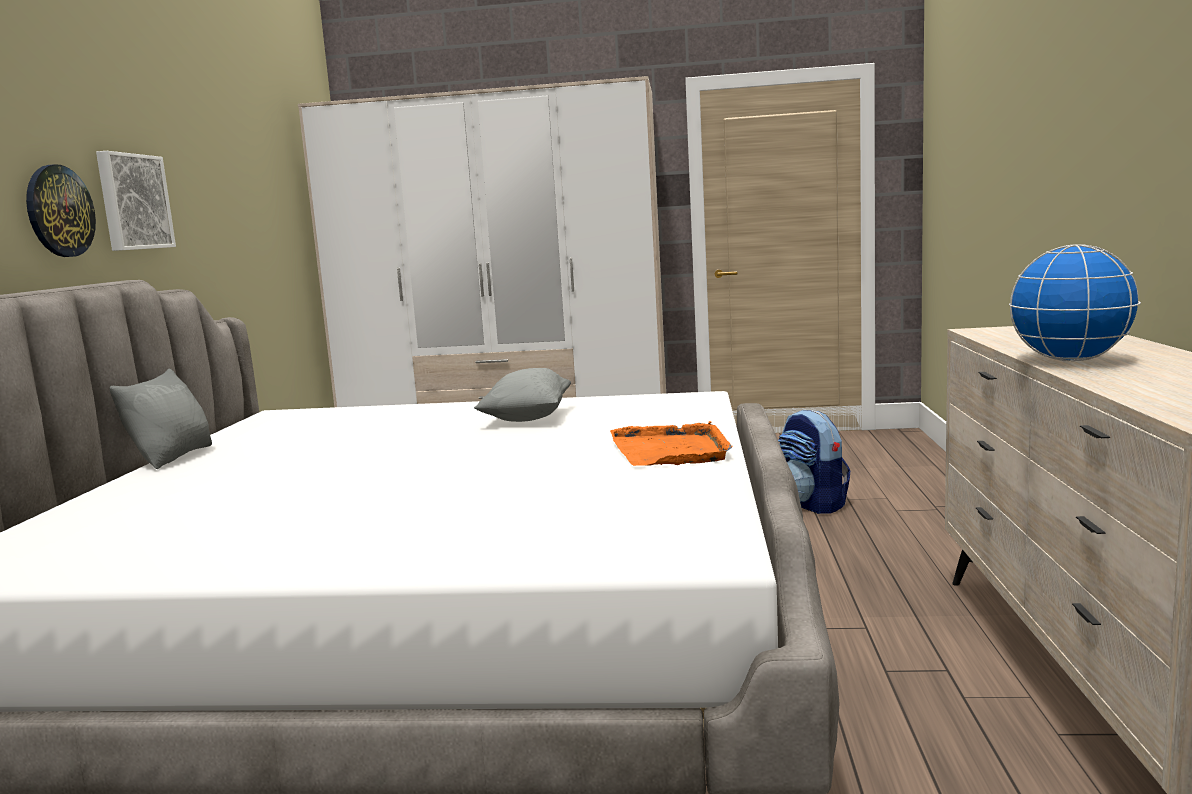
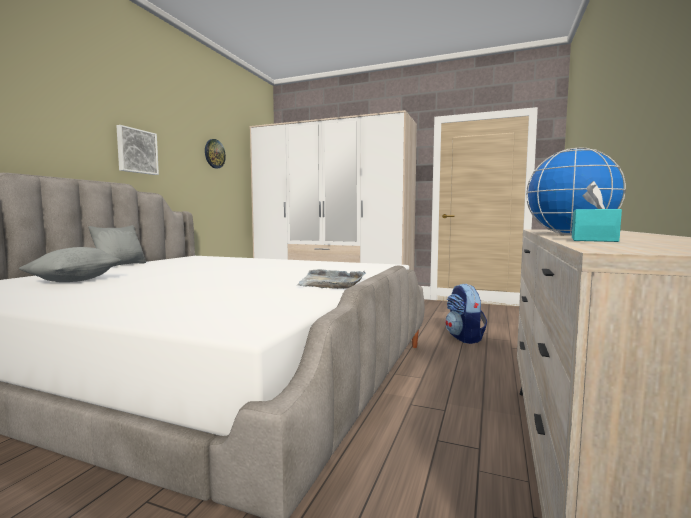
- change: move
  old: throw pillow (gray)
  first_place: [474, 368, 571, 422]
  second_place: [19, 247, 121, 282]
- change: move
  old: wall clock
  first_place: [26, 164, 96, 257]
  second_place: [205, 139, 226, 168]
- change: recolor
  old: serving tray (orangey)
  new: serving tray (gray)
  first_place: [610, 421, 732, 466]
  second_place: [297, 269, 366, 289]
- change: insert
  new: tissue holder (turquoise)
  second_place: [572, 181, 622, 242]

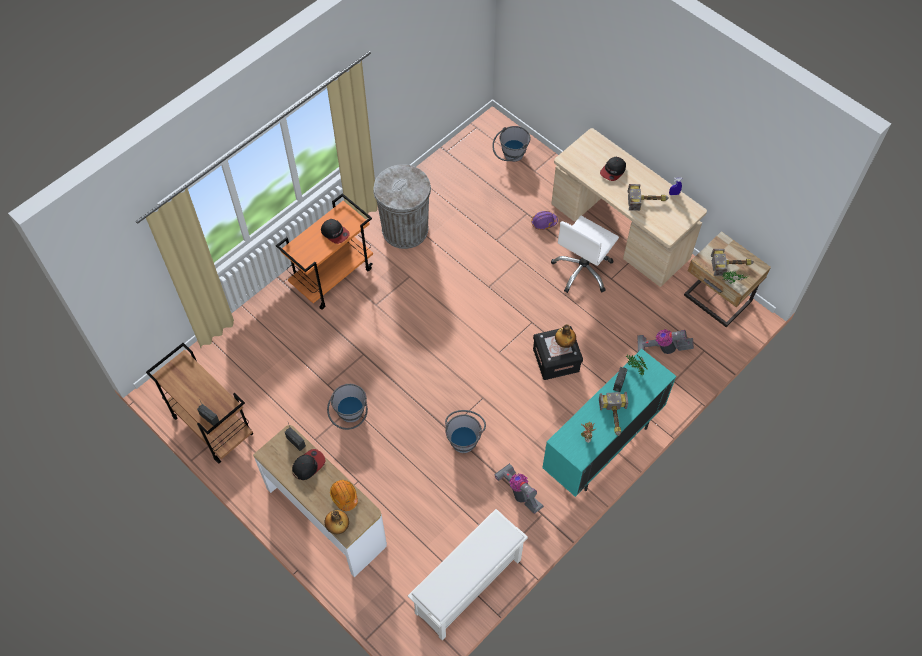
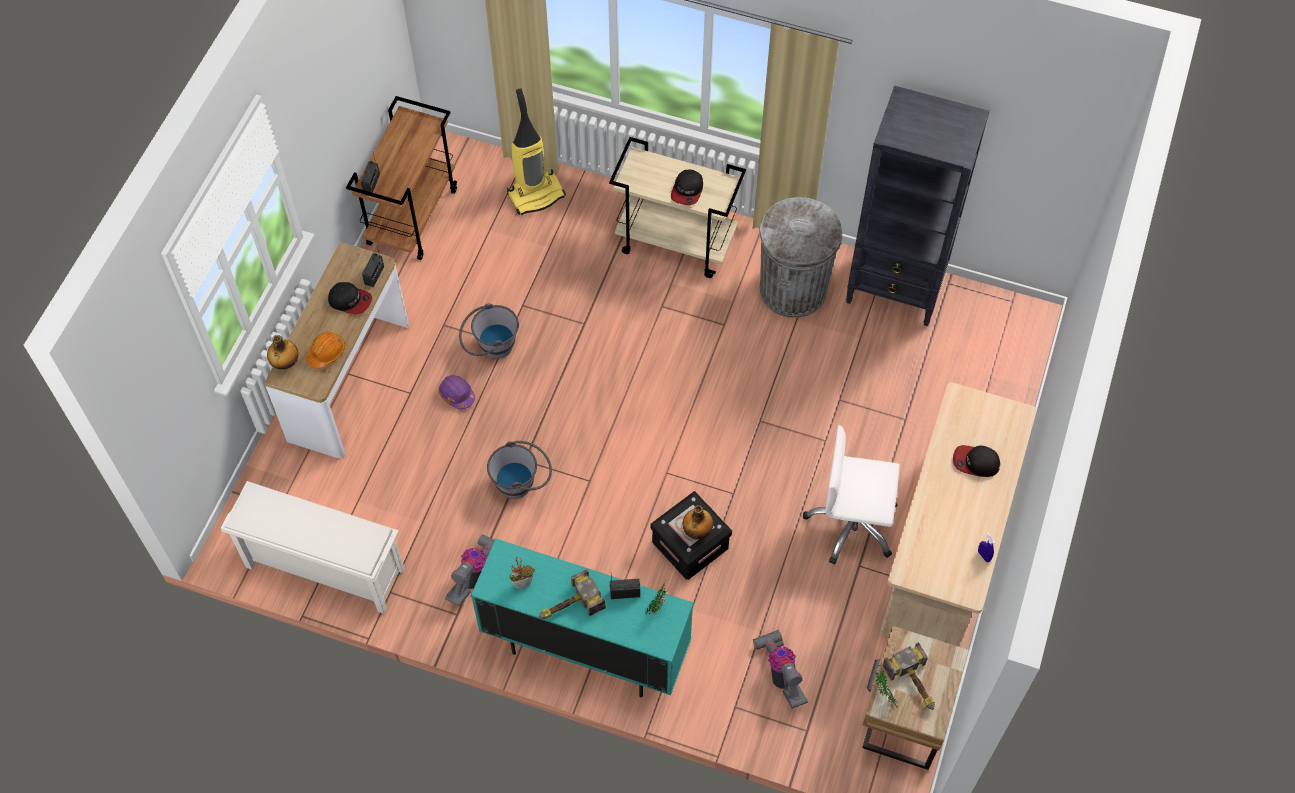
- change: move
  old: work helmet (purple-coloured)
  first_place: [531, 211, 558, 230]
  second_place: [439, 375, 475, 409]
- change: insert
  new: vacuum cleaner
  second_place: [507, 88, 566, 215]
- change: recolor
  old: trolley (orangey)
  new: trolley (beige-coloured)
  first_place: [276, 193, 373, 310]
  second_place: [609, 137, 746, 278]
- change: insert
  new: bookcase (black)
  second_place: [846, 86, 990, 326]
- change: delete
  old: bucket (gray)
  first_place: [492, 126, 531, 162]
- change: delete
  old: tool hammer
  first_place: [628, 184, 669, 211]

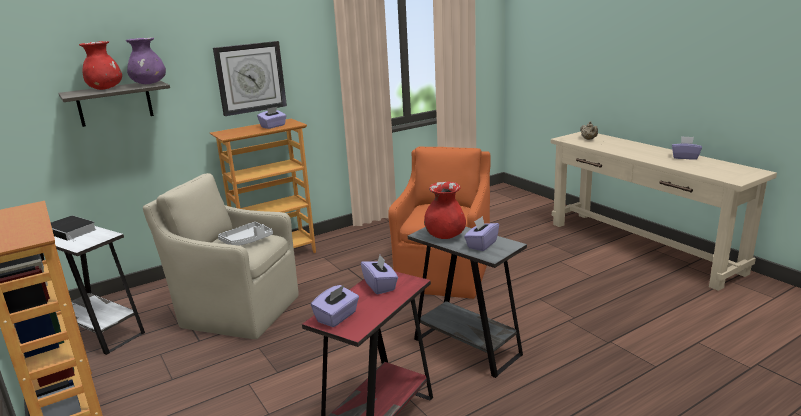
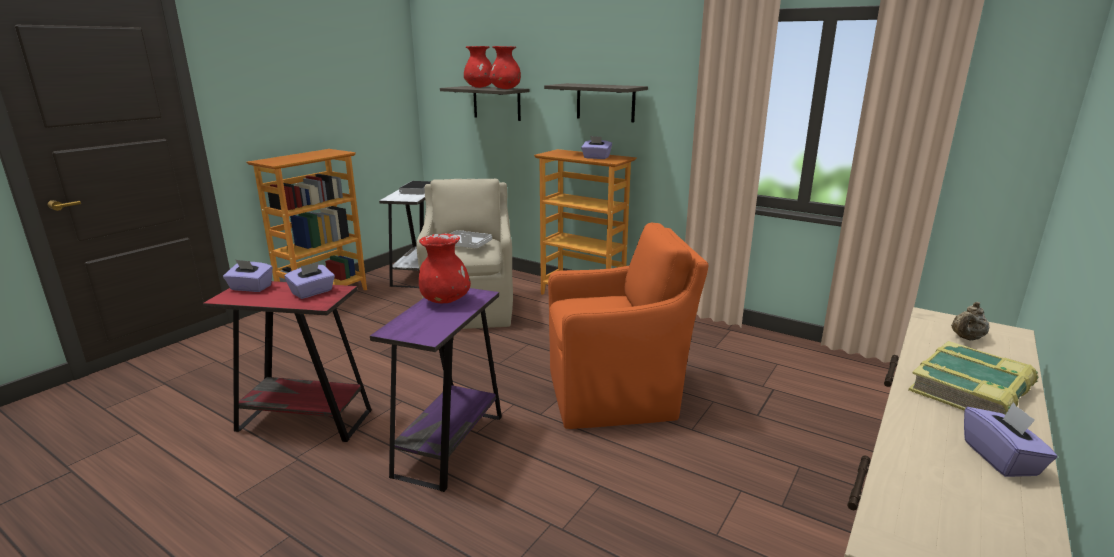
- change: recolor
  old: end table (gray)
  new: end table (purple-coloured)
  first_place: [408, 227, 527, 378]
  second_place: [370, 288, 502, 492]
- change: recolor
  old: flower vase (purple-coloured)
  new: flower vase (red-coloured)
  first_place: [126, 37, 166, 84]
  second_place: [489, 46, 521, 89]
- change: replace
  old: wall clock
  new: bracket shelf
  first_place: [213, 41, 287, 116]
  second_place: [544, 83, 648, 122]
- change: insert
  new: volume
  second_place: [908, 341, 1039, 415]
- change: delete
  old: tissue holder (purple-coloured)
  first_place: [464, 216, 499, 251]

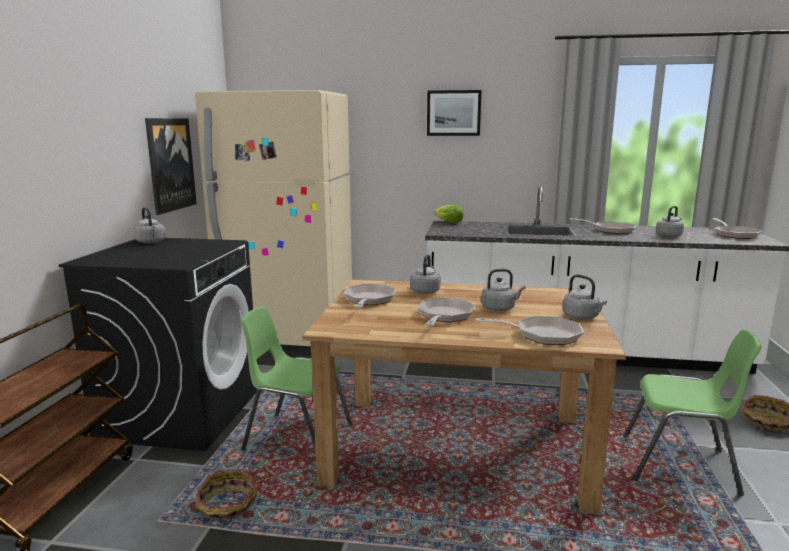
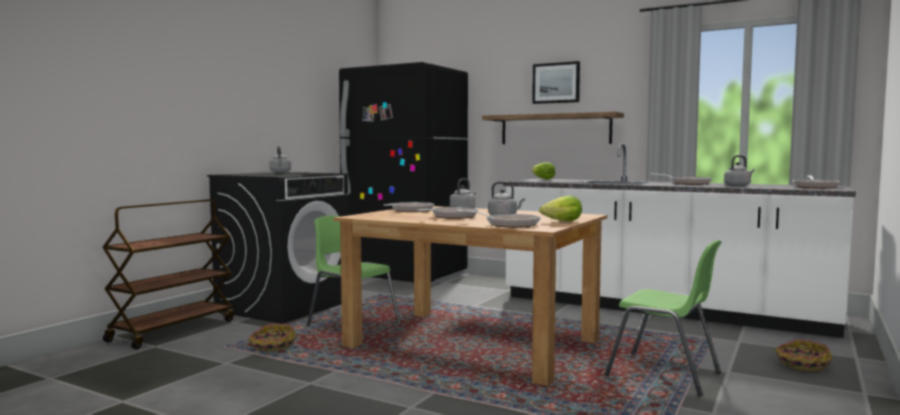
- change: recolor
  old: kitchen fridge (beige-coloured)
  new: kitchen fridge (black)
  first_place: [195, 90, 352, 346]
  second_place: [339, 62, 468, 285]
- change: insert
  new: bracket shelf
  second_place: [482, 112, 624, 144]
- change: replace
  old: water kettle (gray)
  new: head of lettuce
  first_place: [562, 275, 607, 320]
  second_place: [539, 195, 582, 221]
- change: delete
  old: wall picture
  first_place: [145, 118, 197, 215]

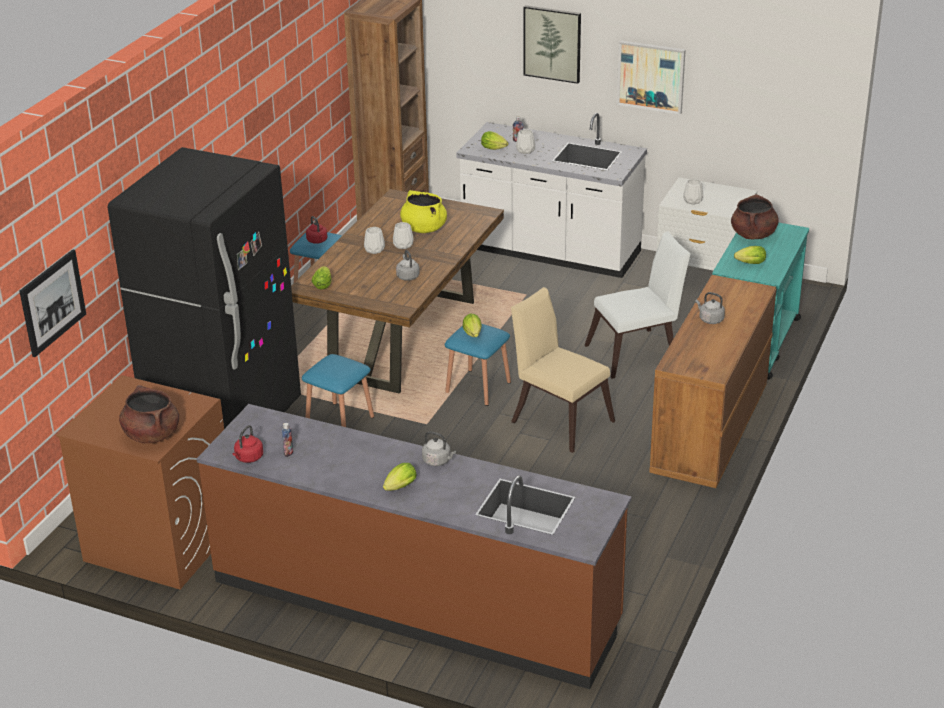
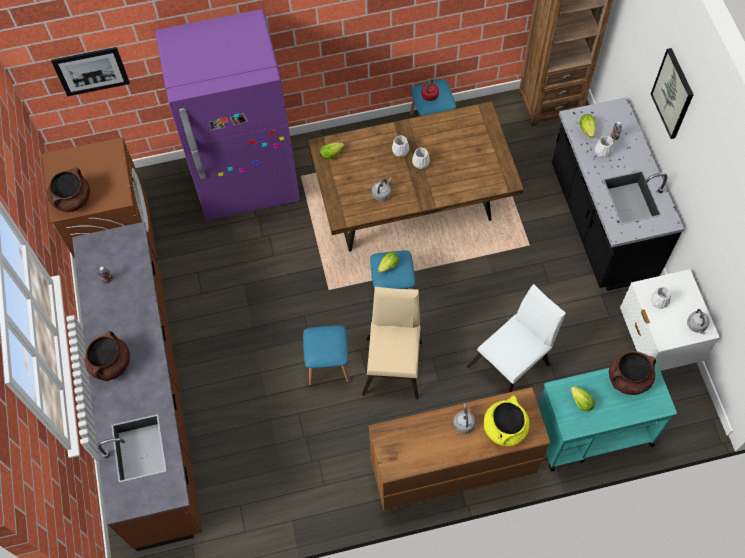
- change: replace
  old: head of lettuce
  new: saucepot (brown)
  first_place: [383, 463, 417, 491]
  second_place: [85, 331, 130, 381]
- change: recolor
  old: kitchen fridge (black)
  new: kitchen fridge (purple-coloured)
  first_place: [108, 147, 301, 429]
  second_place: [155, 9, 300, 221]
- change: move
  old: stool (blue-coloured)
  first_place: [302, 354, 374, 427]
  second_place: [303, 325, 350, 385]
- change: rotate
  old: plain chair (white)
  first_place: [585, 231, 691, 379]
  second_place: [466, 284, 566, 393]
  degrees: -75
- change: move
  old: saucepot (yellowish)
  first_place: [400, 190, 447, 233]
  second_place: [484, 396, 529, 447]
- change: recolor
  old: kitchen base unit (white)
  new: kitchen base unit (black)
  first_place: [456, 113, 647, 278]
  second_place: [552, 97, 684, 291]
- change: move
  old: water kettle (gray)
  first_place: [422, 431, 456, 466]
  second_place: [687, 309, 709, 335]
- change: delete
  old: water kettle (red-coloured)
  first_place: [233, 425, 263, 463]
- change: delete
  old: wall picture
  first_place: [616, 40, 686, 115]

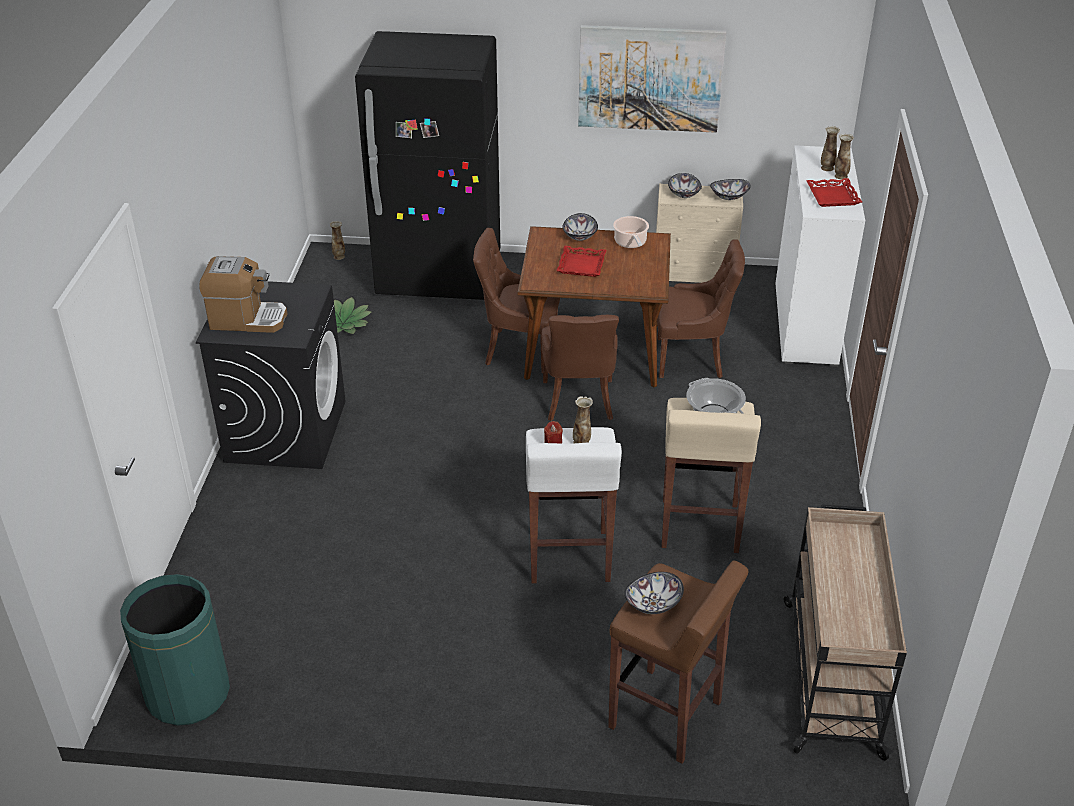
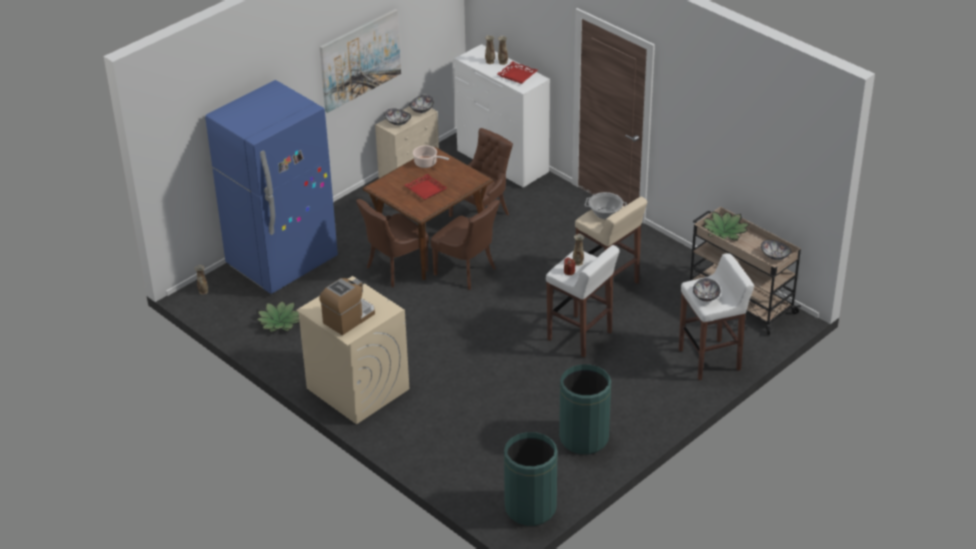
- change: recolor
  old: kitchen fridge (black)
  new: kitchen fridge (blue-coloured)
  first_place: [355, 31, 500, 300]
  second_place: [205, 80, 338, 294]
- change: recolor
  old: laundry appliance (black)
  new: laundry appliance (beige-coloured)
  first_place: [196, 281, 346, 469]
  second_place: [296, 276, 409, 424]
- change: insert
  new: trash can (greenish)
  second_place: [559, 364, 611, 454]
- change: recolor
  old: stool (brown)
  new: stool (white)
  first_place: [608, 560, 748, 764]
  second_place: [679, 254, 754, 380]
- change: insert
  new: houseplant
  second_place: [703, 211, 750, 241]
- change: move
  old: serving bowl
  first_place: [563, 213, 598, 241]
  second_place: [761, 240, 792, 260]

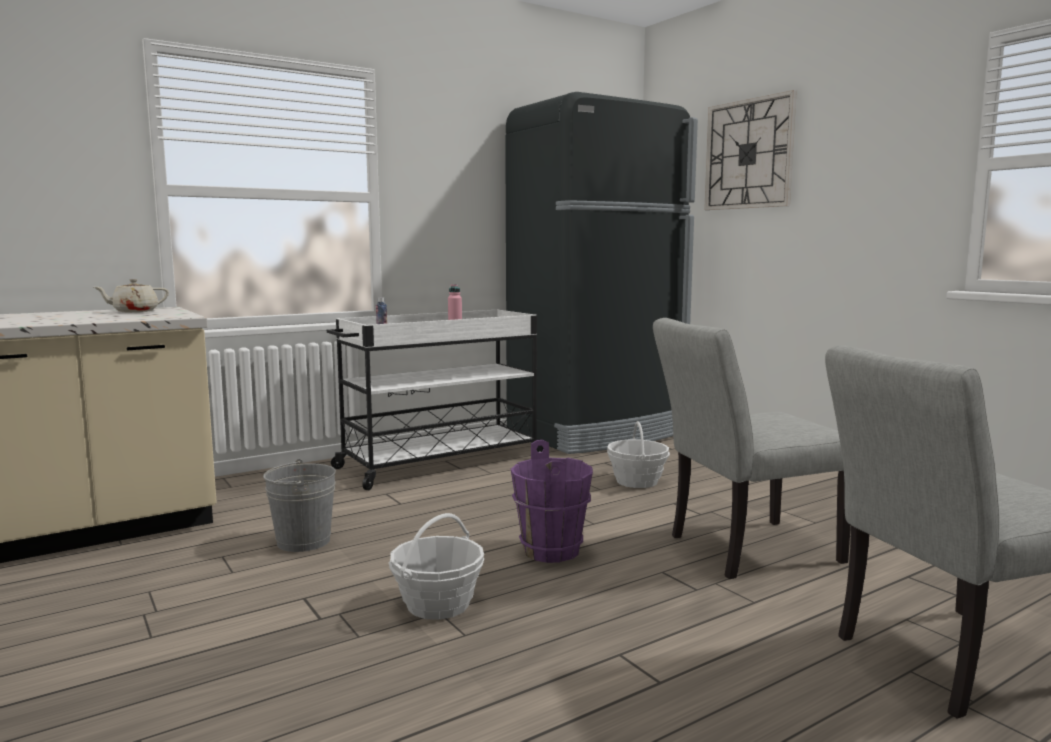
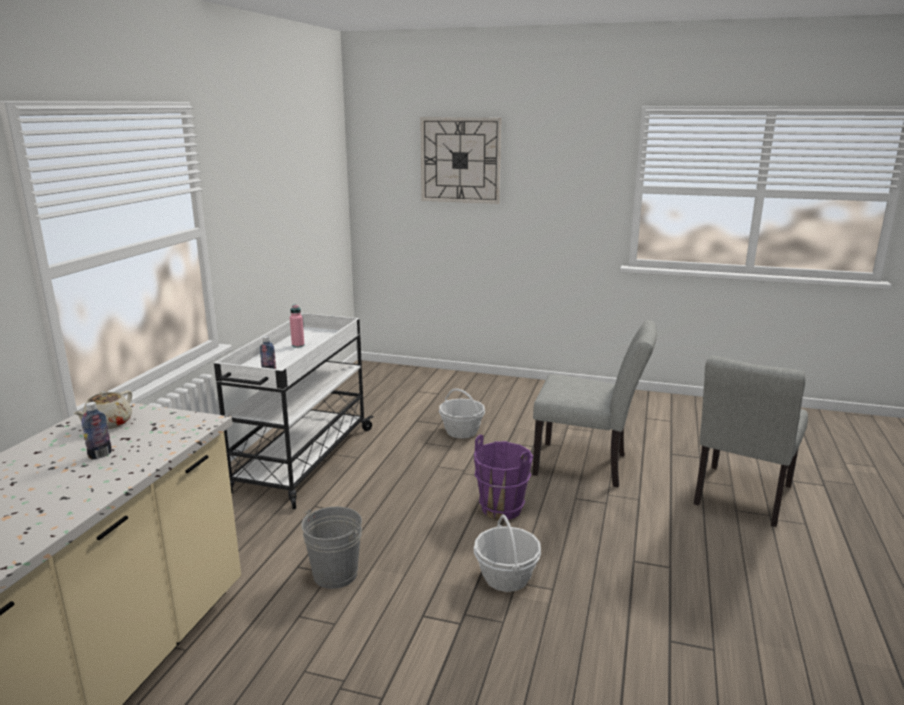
- change: insert
  new: beverage bottle
  second_place: [82, 402, 112, 460]
- change: rotate
  old: plain chair (gray)
  first_place: [653, 318, 851, 579]
  second_place: [532, 320, 657, 487]
  degrees: -105
- change: delete
  old: kitchen fridge (black)
  first_place: [505, 92, 698, 454]

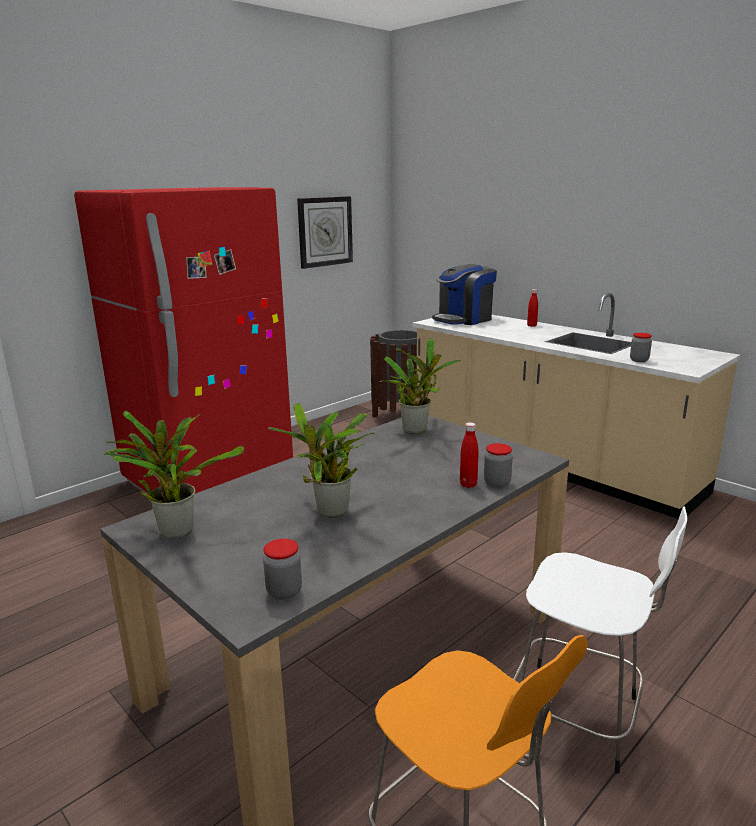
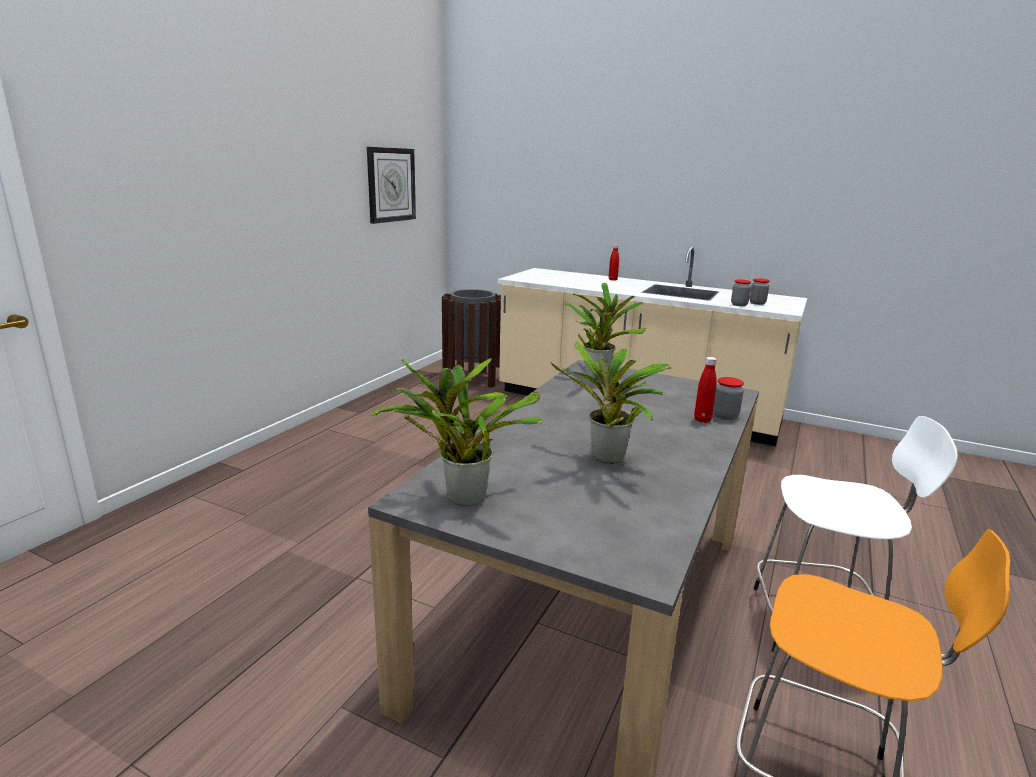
- change: move
  old: preserve jar
  first_place: [263, 539, 302, 600]
  second_place: [749, 278, 769, 305]
- change: delete
  old: kitchen fridge (red-coloured)
  first_place: [74, 187, 293, 495]
- change: delete
  old: coffee maker
  first_place: [432, 264, 497, 325]

